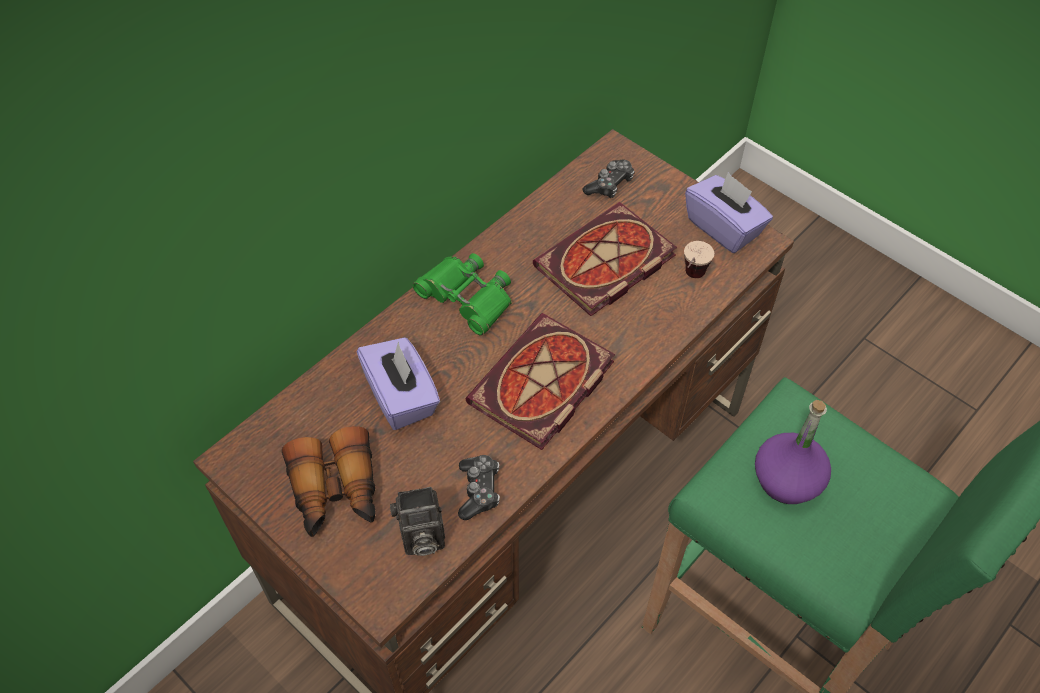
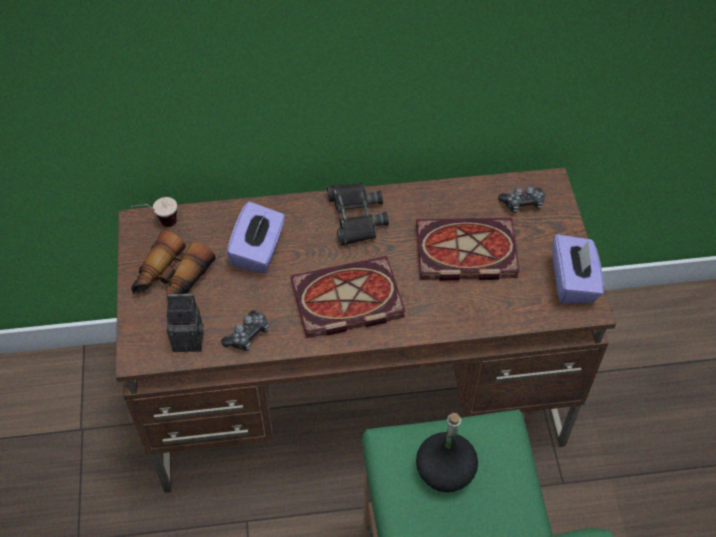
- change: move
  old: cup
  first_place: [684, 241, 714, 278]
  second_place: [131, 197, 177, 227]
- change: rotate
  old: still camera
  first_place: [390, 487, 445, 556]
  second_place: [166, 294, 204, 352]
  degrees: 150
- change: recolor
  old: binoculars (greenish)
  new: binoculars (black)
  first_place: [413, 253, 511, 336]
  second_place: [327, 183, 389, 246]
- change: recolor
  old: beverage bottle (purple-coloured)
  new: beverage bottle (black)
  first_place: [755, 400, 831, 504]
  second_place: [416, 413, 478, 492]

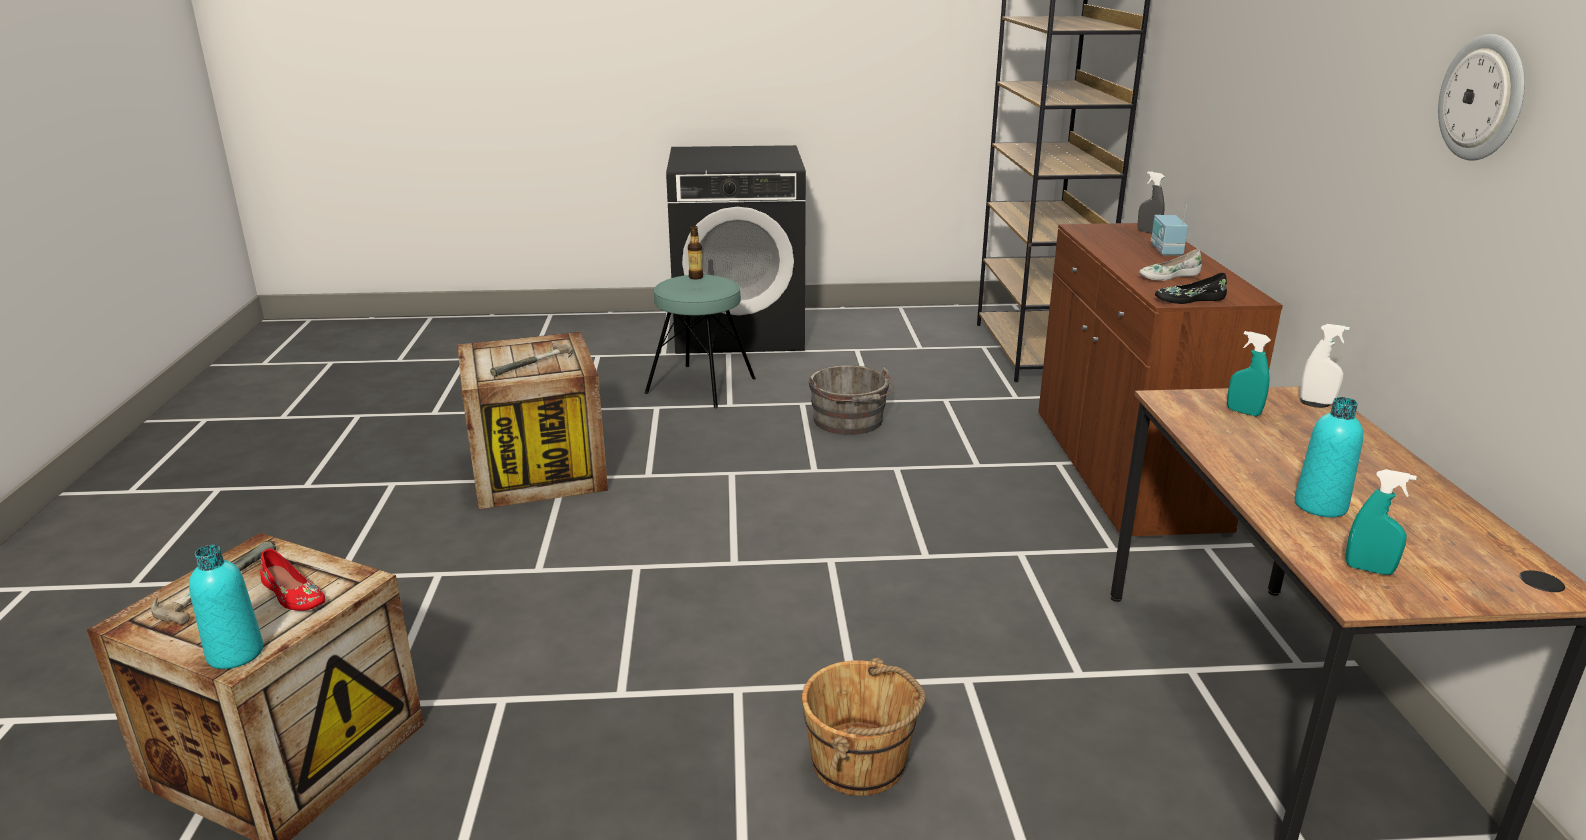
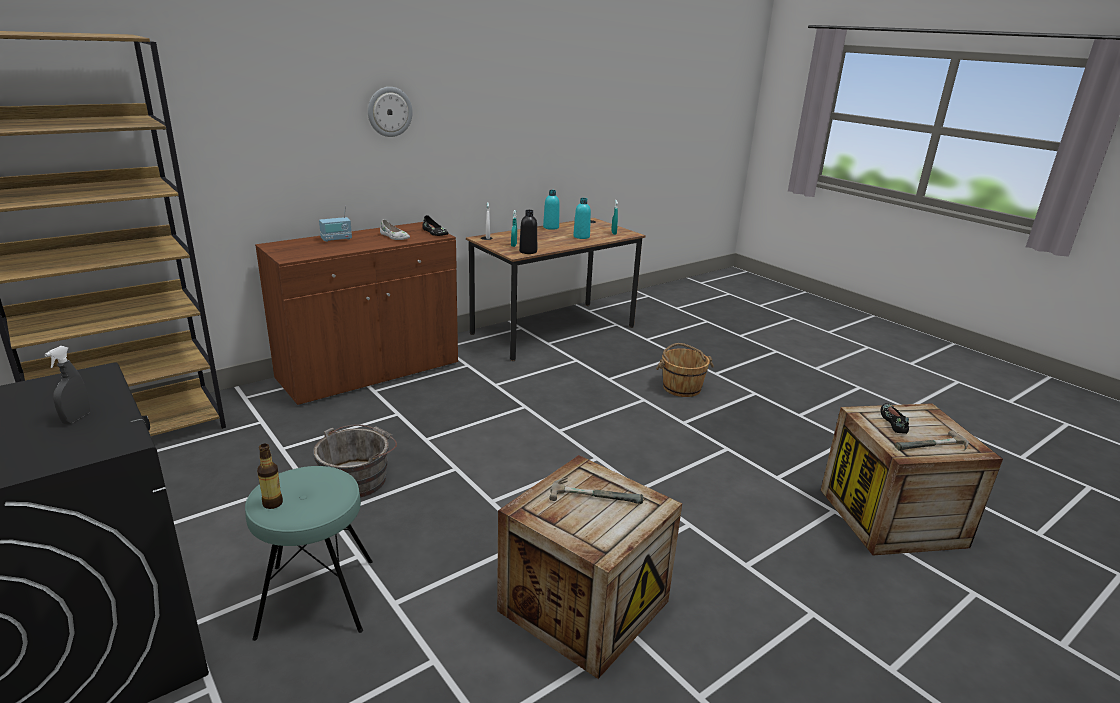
- change: move
  old: sprayer (gray)
  first_place: [1138, 171, 1165, 233]
  second_place: [44, 346, 90, 424]
- change: move
  old: wall clock
  first_place: [1438, 34, 1525, 161]
  second_place: [368, 87, 413, 137]
- change: insert
  new: beverage bottle (black)
  second_place: [519, 210, 537, 254]
- change: move
  old: beverage bottle (turquoise)
  first_place: [189, 545, 263, 669]
  second_place: [543, 190, 559, 230]
- change: recolor
  old: item of footwear (red-coloured)
  new: item of footwear (black)
  first_place: [260, 549, 325, 611]
  second_place: [881, 403, 909, 434]

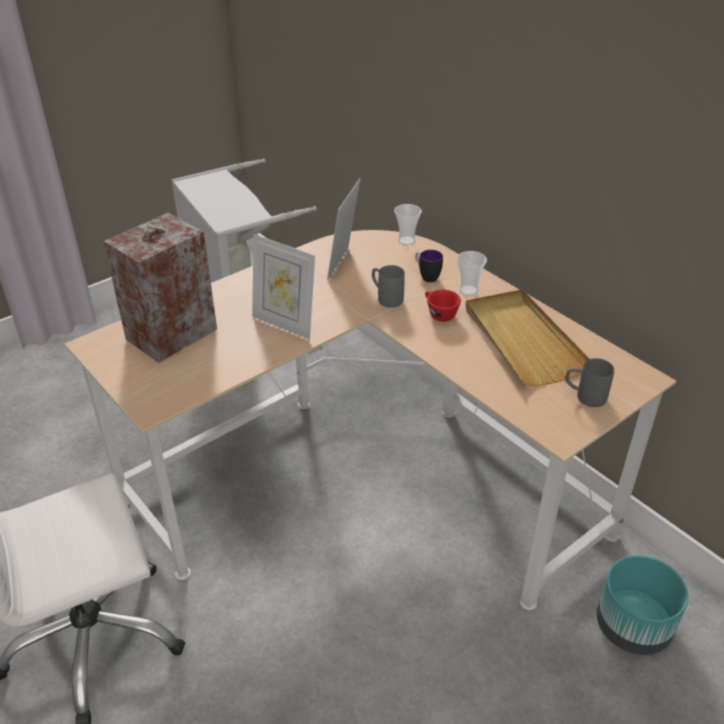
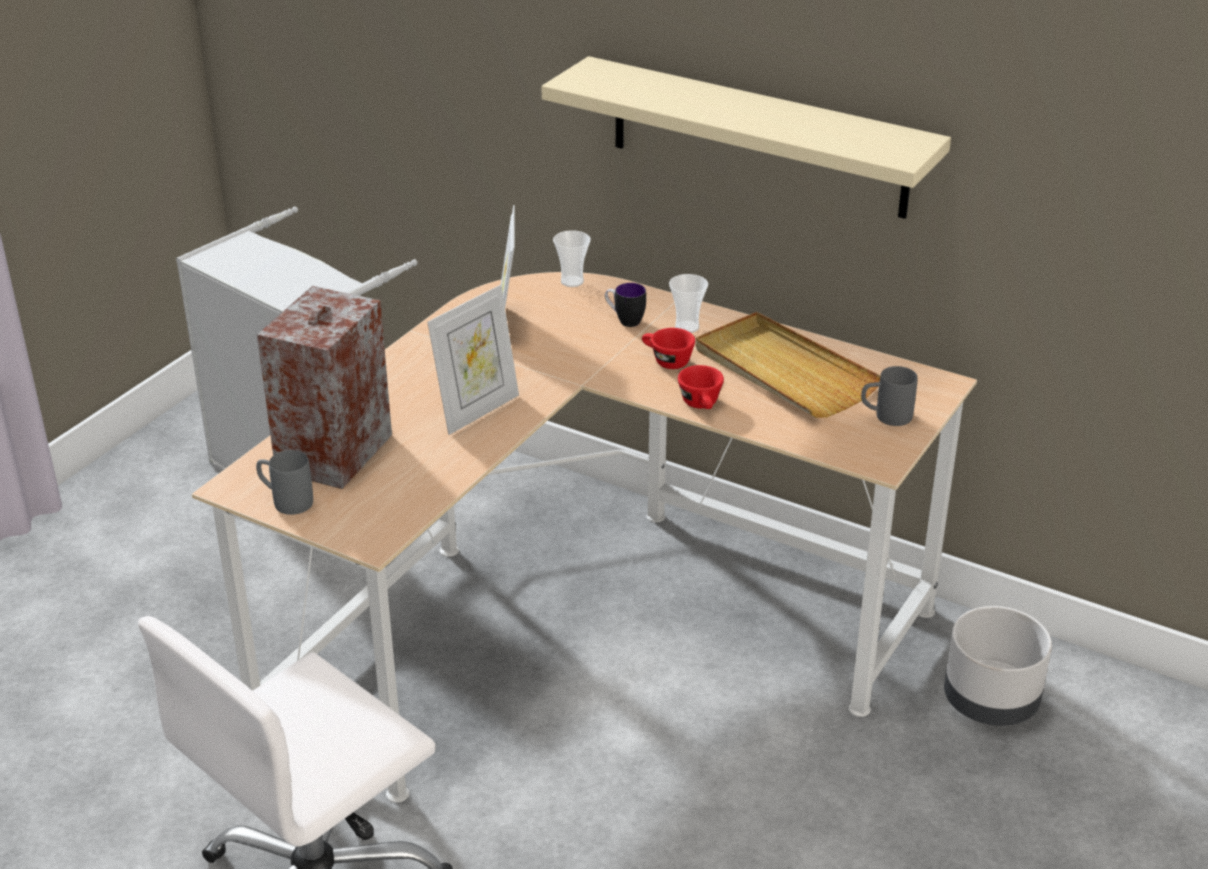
- change: move
  old: mug (gray)
  first_place: [372, 265, 405, 308]
  second_place: [256, 450, 313, 515]
- change: rotate
  old: picture frame
  first_place: [252, 234, 315, 339]
  second_place: [427, 285, 519, 435]
  degrees: -60
- change: insert
  new: bracket shelf (beige-coloured)
  second_place: [541, 56, 951, 219]
- change: insert
  new: cup (red-coloured)
  second_place: [678, 365, 724, 409]
- change: recolor
  old: flower pot (turquoise)
  new: flower pot (gray)
  first_place: [597, 555, 688, 655]
  second_place: [944, 606, 1052, 726]

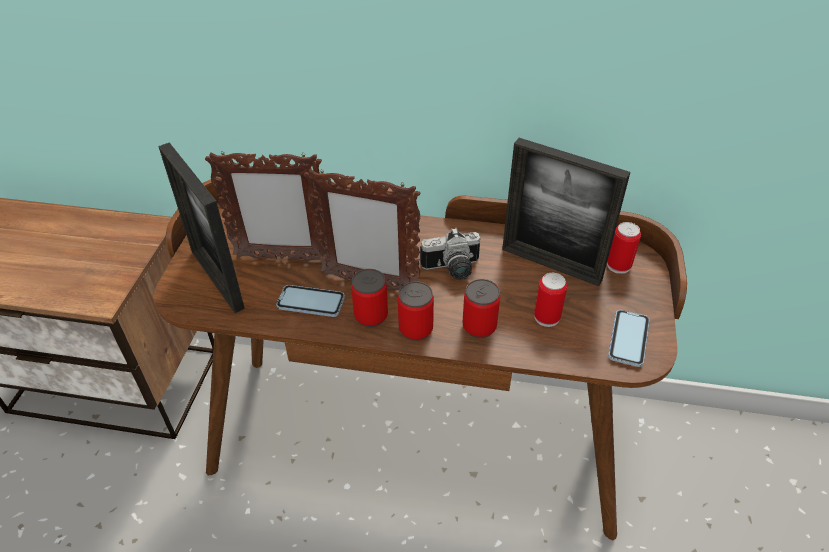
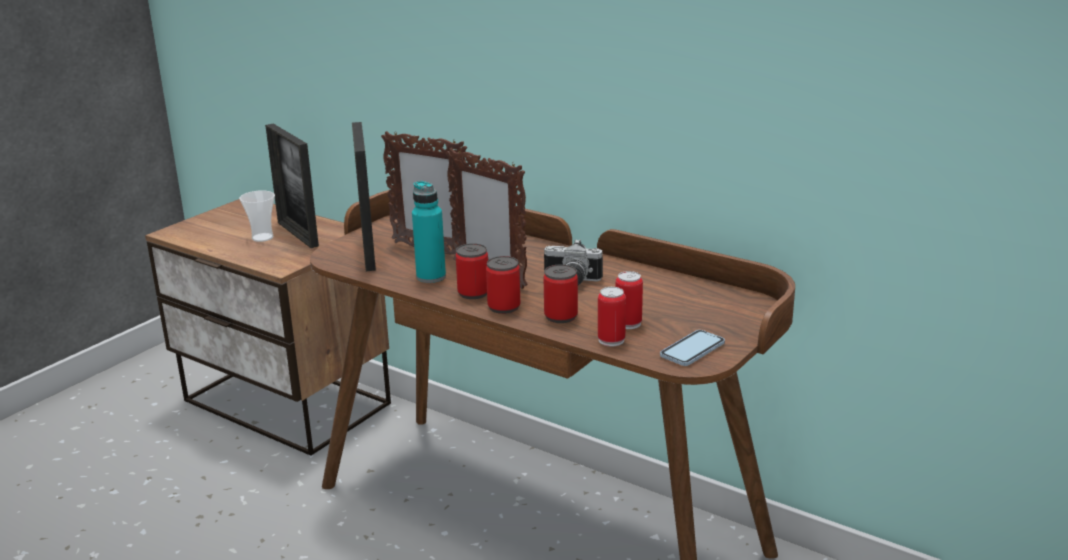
- change: insert
  new: cup
  second_place: [239, 190, 275, 242]
- change: move
  old: picture frame
  first_place: [502, 138, 630, 286]
  second_place: [265, 124, 319, 248]
- change: replace
  old: telephone
  new: beverage bottle (turquoise)
  first_place: [276, 285, 345, 317]
  second_place: [412, 181, 446, 283]
- change: move
  old: sealed can
  first_place: [607, 222, 641, 274]
  second_place: [598, 287, 626, 347]

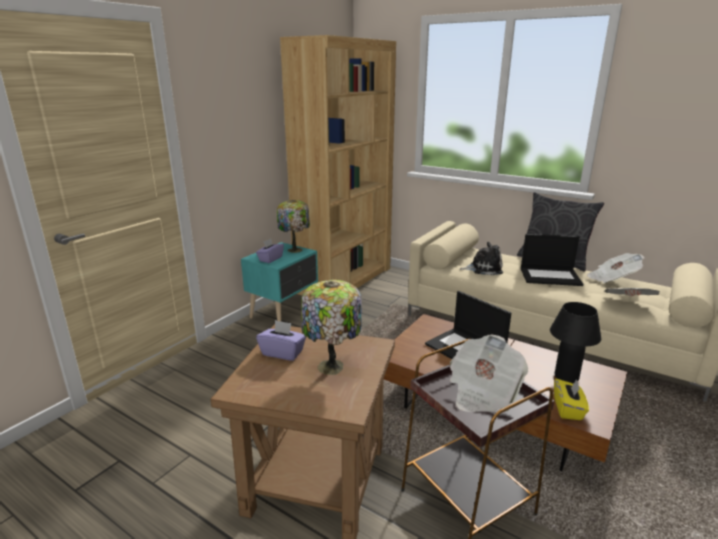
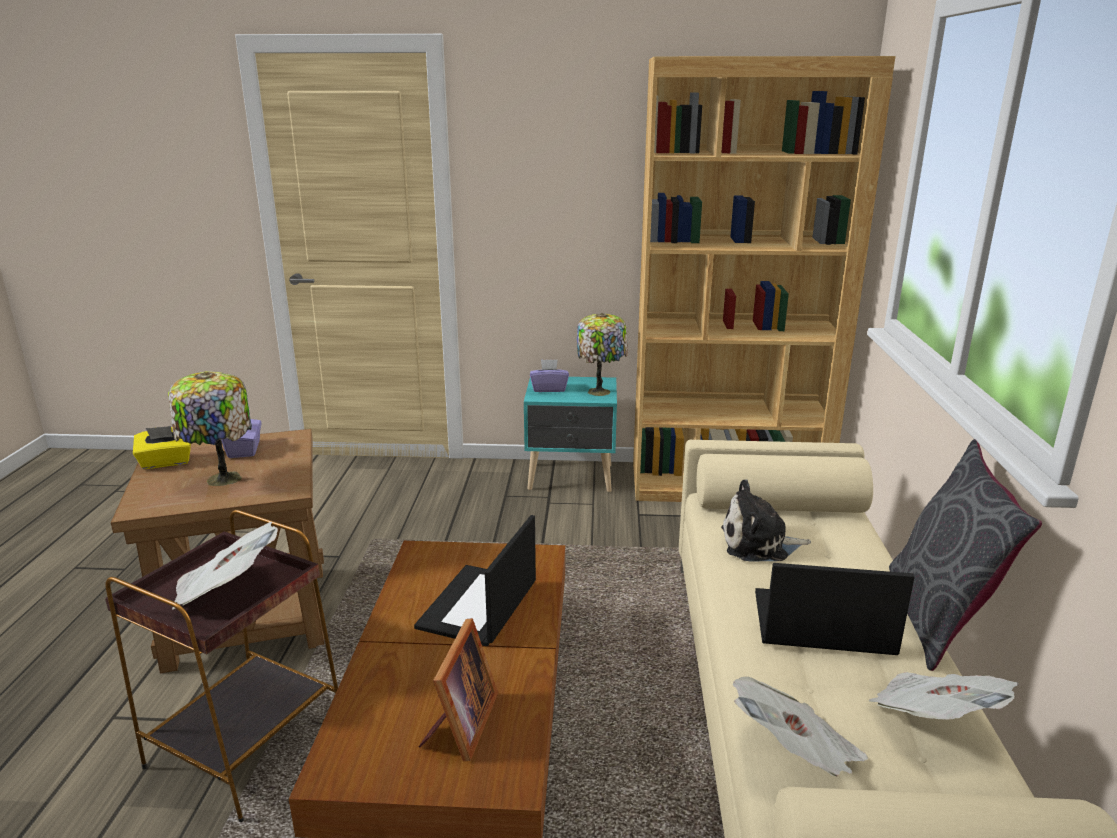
- change: move
  old: tissue holder (yellowish)
  first_place: [554, 378, 589, 420]
  second_place: [133, 426, 191, 469]
- change: replace
  old: tabletop lamp (black)
  new: picture frame
  first_place: [550, 302, 601, 383]
  second_place: [419, 618, 498, 761]
- change: rotate
  old: soft toy
  first_place: [460, 242, 503, 275]
  second_place: [721, 479, 811, 561]
  degrees: 120
- change: rotate
  old: notebook computer
  first_place: [521, 234, 583, 286]
  second_place: [755, 563, 914, 655]
  degrees: 120

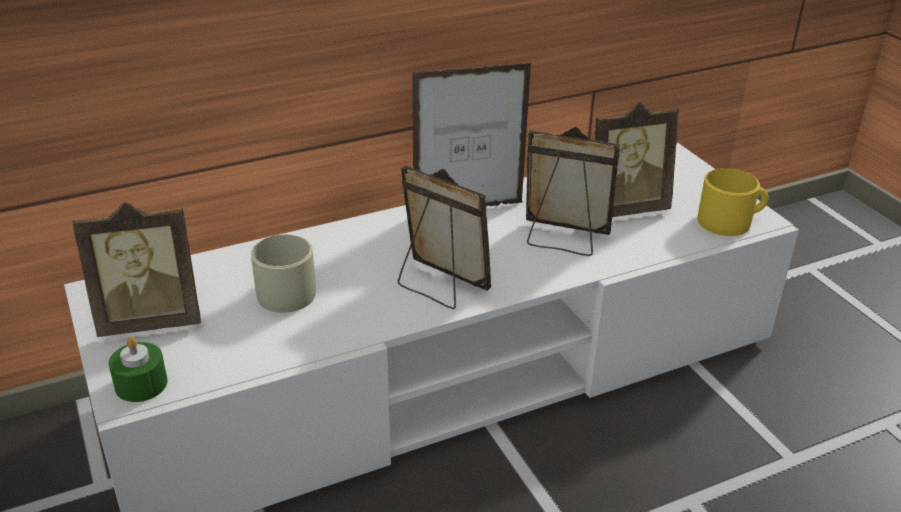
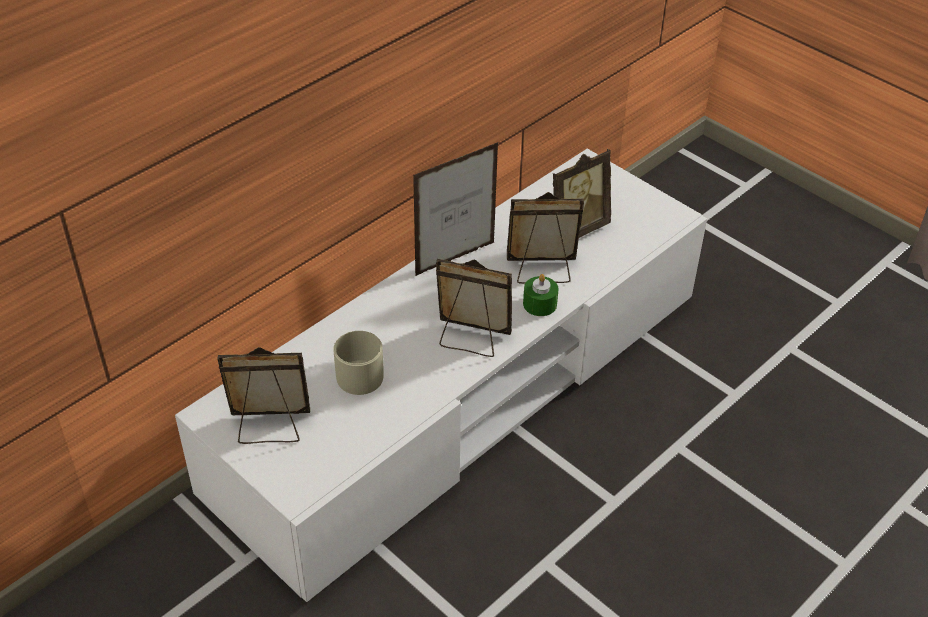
- change: rotate
  old: picture frame
  first_place: [72, 202, 201, 337]
  second_place: [217, 347, 310, 444]
  degrees: -150
- change: move
  old: wax candle (greenish)
  first_place: [108, 336, 167, 402]
  second_place: [523, 274, 559, 316]
- change: delete
  old: mug (yellowish)
  first_place: [698, 168, 769, 236]

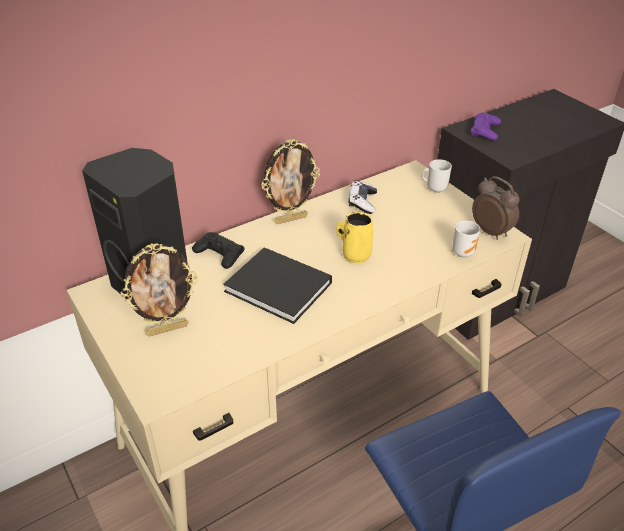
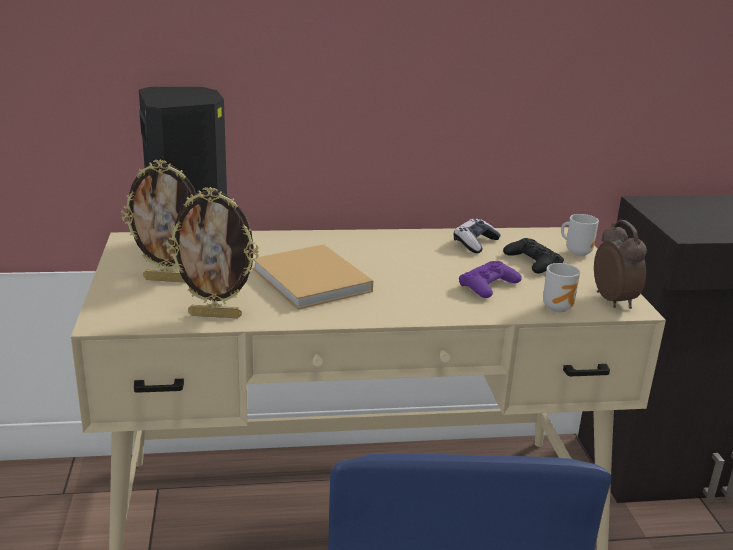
- change: move
  old: picture frame
  first_place: [261, 139, 320, 224]
  second_place: [166, 187, 259, 318]
- change: recolor
  old: volume (black)
  new: volume (beige-coloured)
  first_place: [223, 247, 332, 324]
  second_place: [253, 244, 373, 310]
- change: move
  old: joypad (purple-coloured)
  first_place: [471, 112, 501, 141]
  second_place: [459, 261, 522, 298]
- change: move
  old: joypad (black)
  first_place: [192, 232, 245, 269]
  second_place: [503, 238, 564, 273]
- change: delete
  old: mug (yellowish)
  first_place: [336, 212, 373, 263]

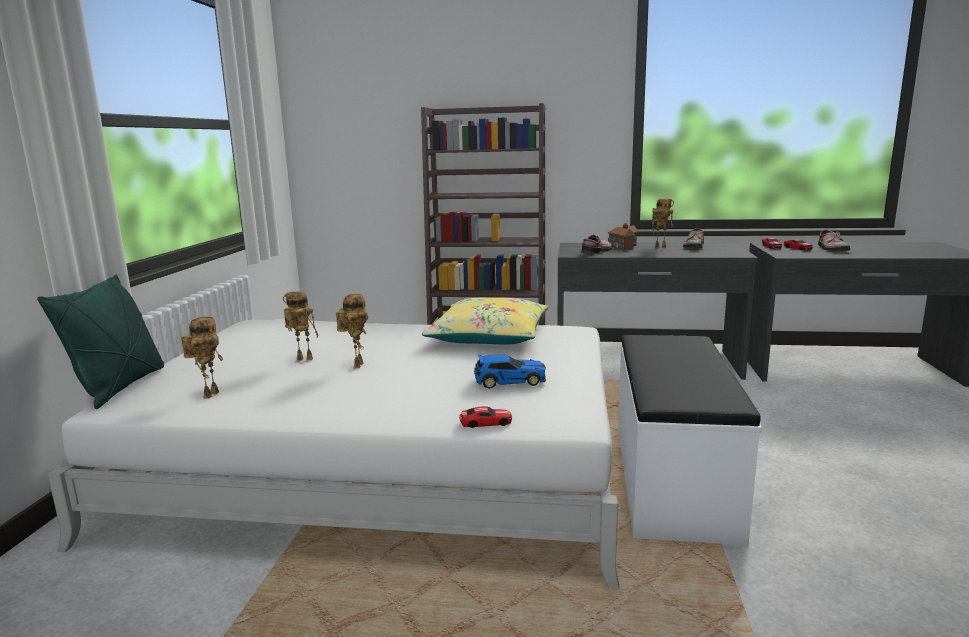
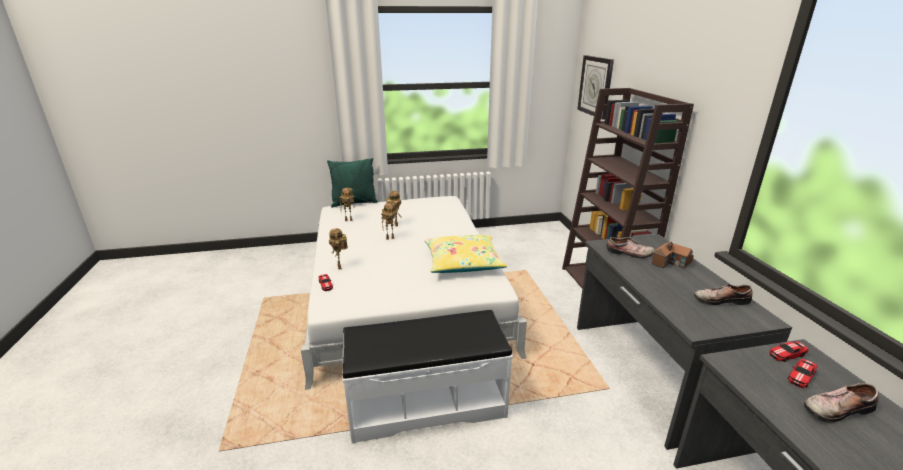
- change: move
  old: toy robot
  first_place: [652, 198, 674, 248]
  second_place: [329, 228, 348, 269]
- change: insert
  new: wall clock
  second_place: [577, 55, 614, 120]
- change: delete
  old: toy car
  first_place: [474, 355, 546, 389]

